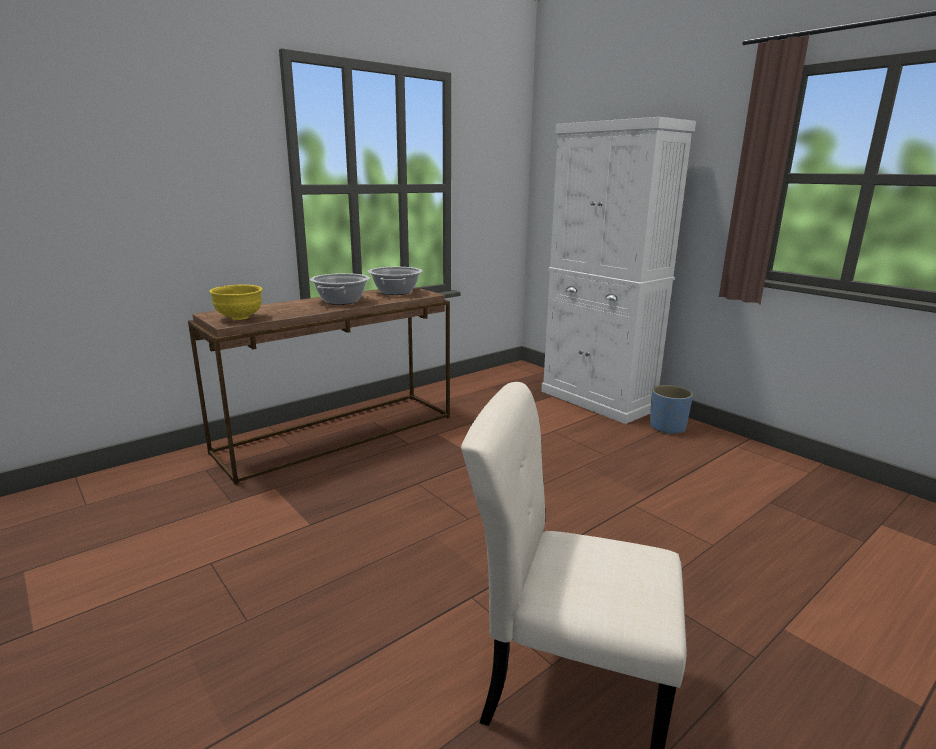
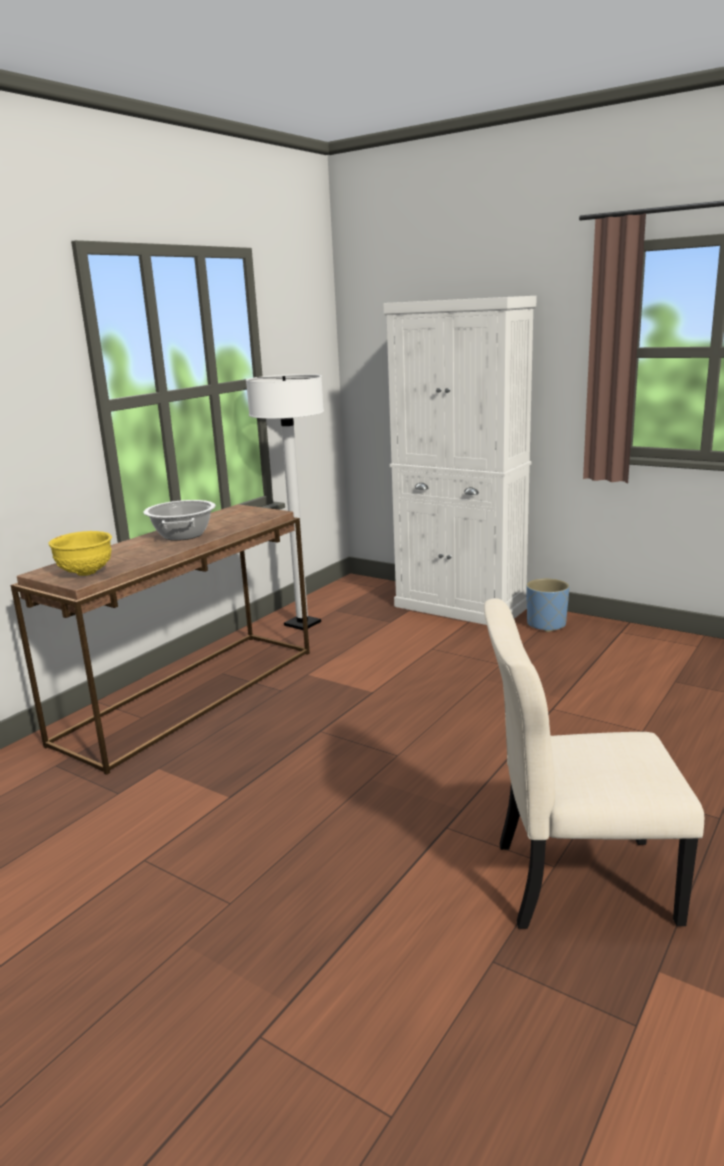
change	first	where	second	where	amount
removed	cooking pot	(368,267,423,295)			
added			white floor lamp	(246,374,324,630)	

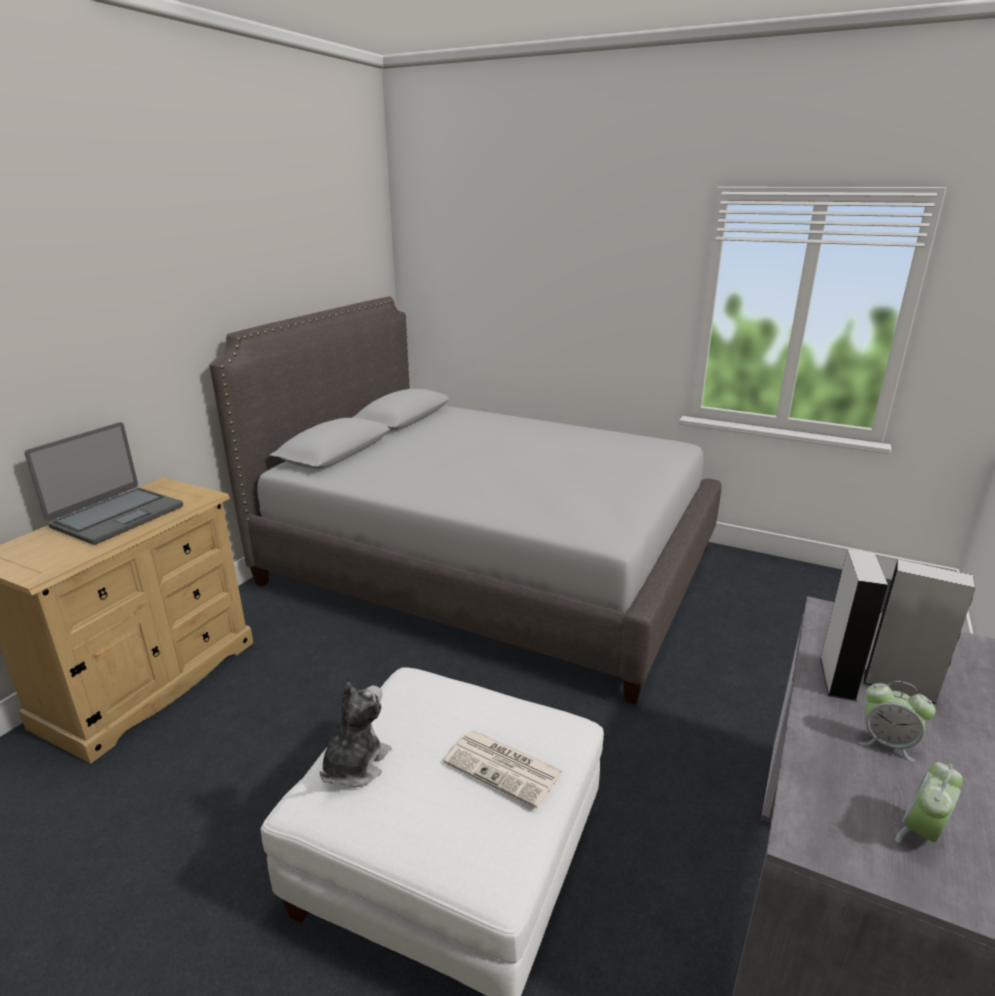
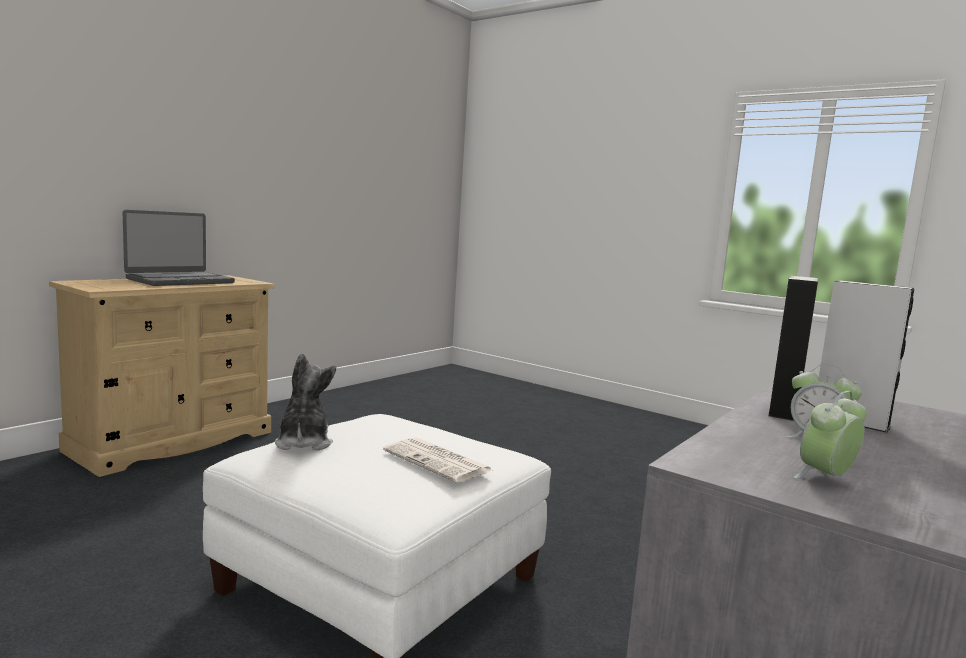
change	first	where	second	where	amount
removed	grey bed	(209,297,721,704)			
turned	plush toy	(320,682,391,788)		(275,353,336,450)	45 degrees counterclockwise

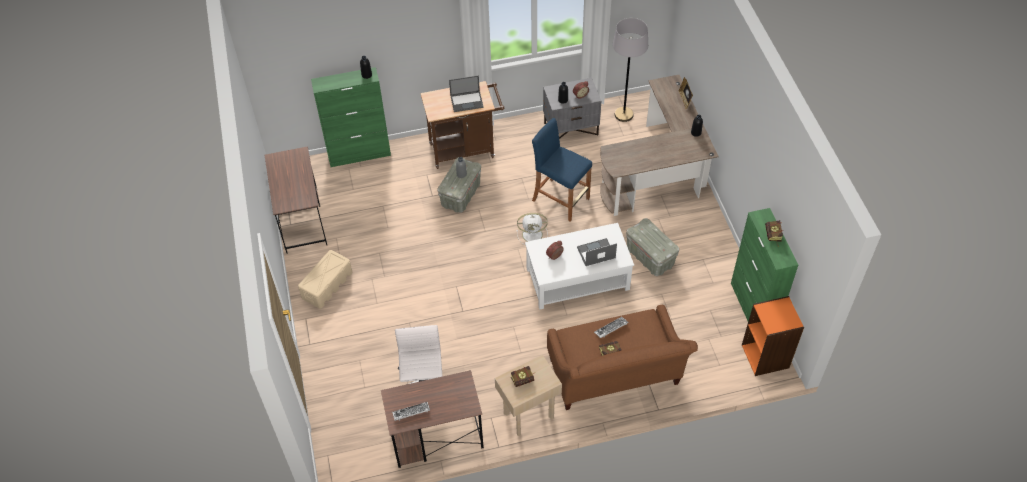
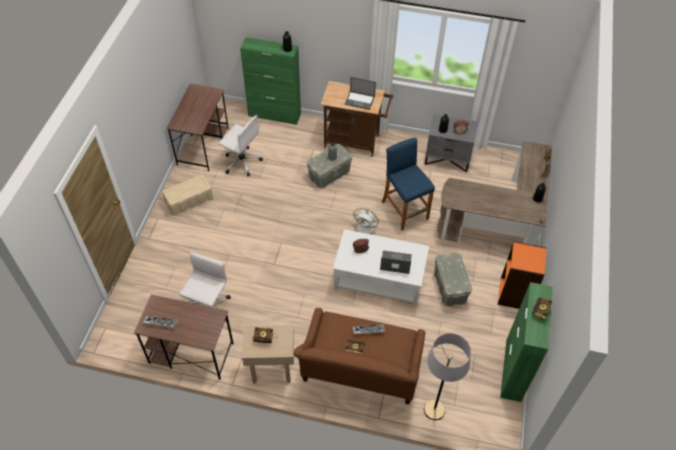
change	first	where	second	where	amount
added			white office chair	(218,115,263,176)	
moved	grey floor lamp	(613,18,648,122)		(424,333,471,420)	
moved	orange bookcase	(742,296,804,376)		(498,241,547,309)	

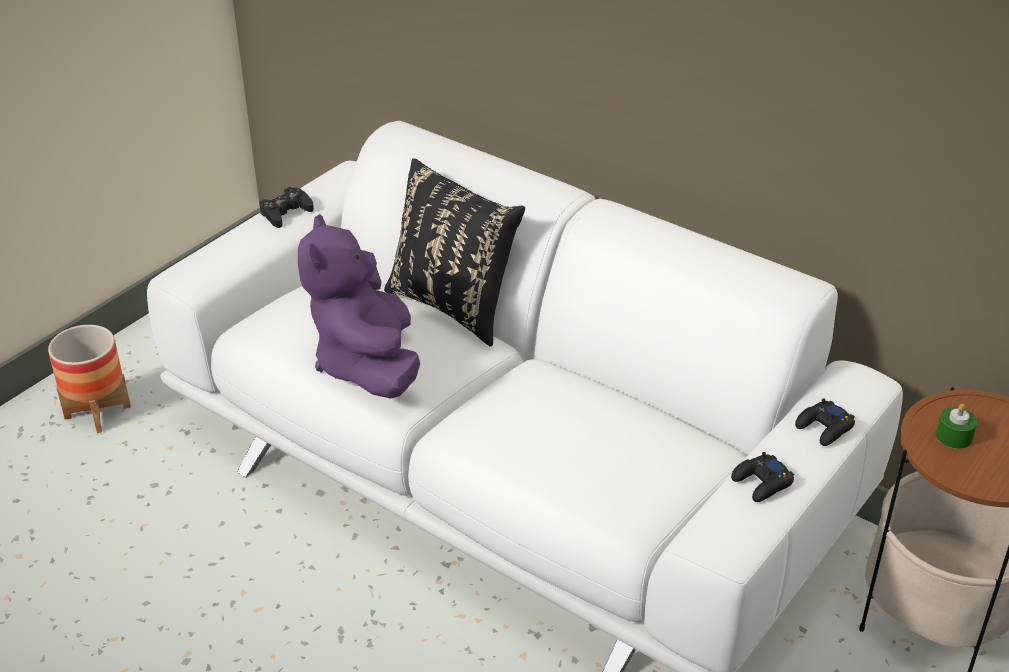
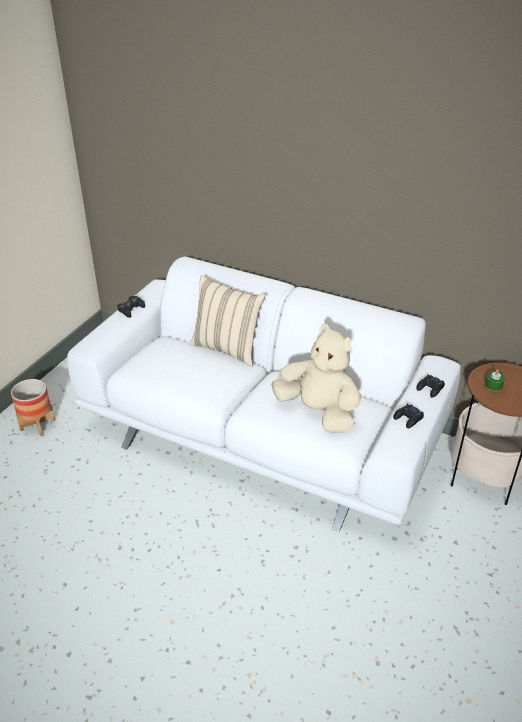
change	first	where	second	where	amount
removed	purple plush toy	(298,214,420,399)			
added			beige plush toy	(271,324,361,433)	
recoloured	black pillow	(384,158,525,347)	beige pillow	(190,275,265,367)	

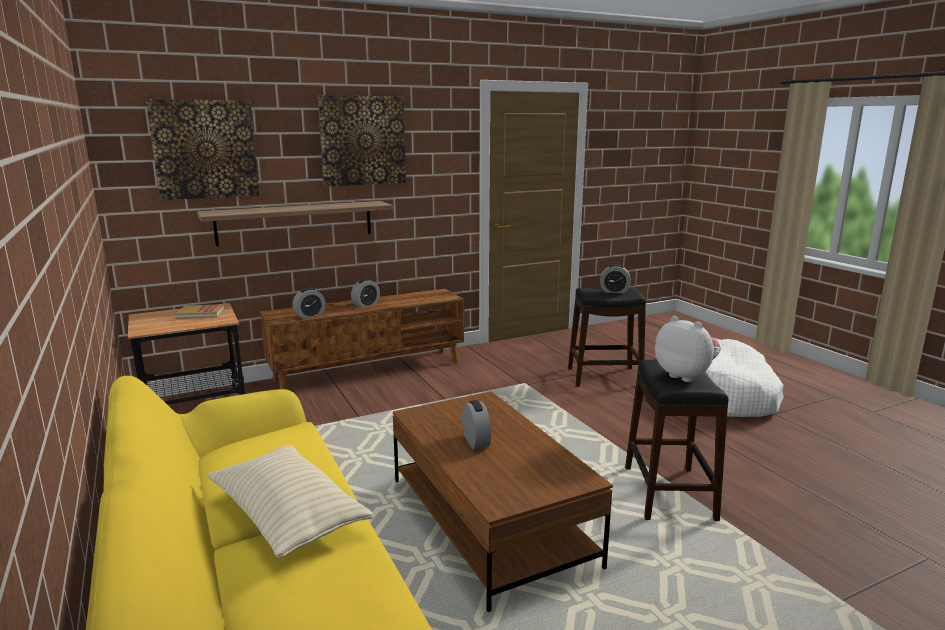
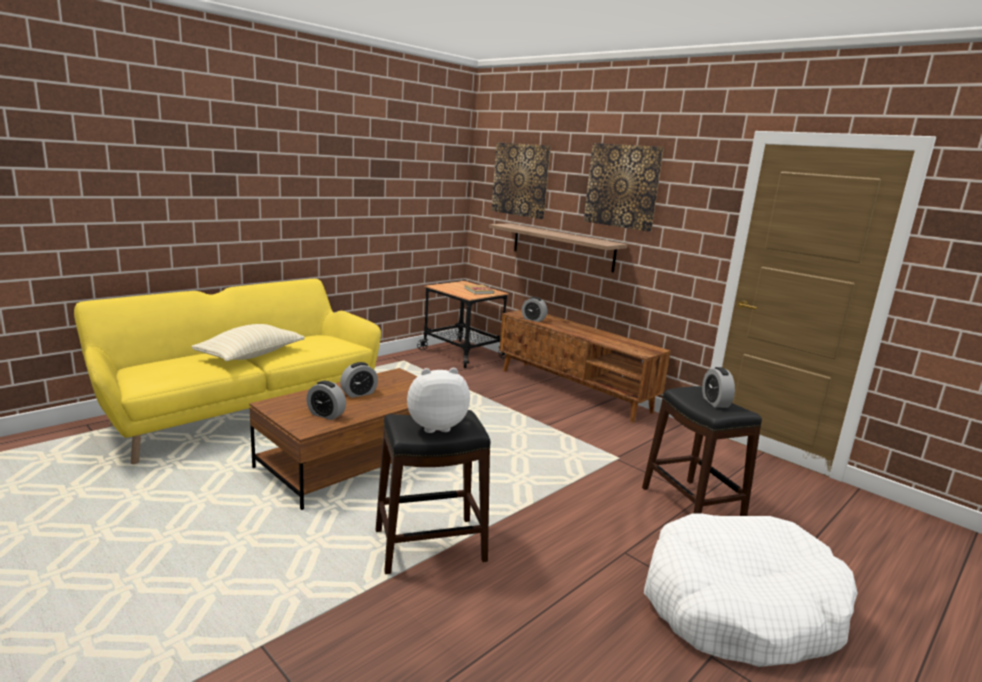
change	first	where	second	where	amount
moved	alarm clock	(351,278,380,308)		(306,380,346,420)	
turned	plush toy	(655,316,721,382)		(407,368,470,433)	135 degrees counterclockwise

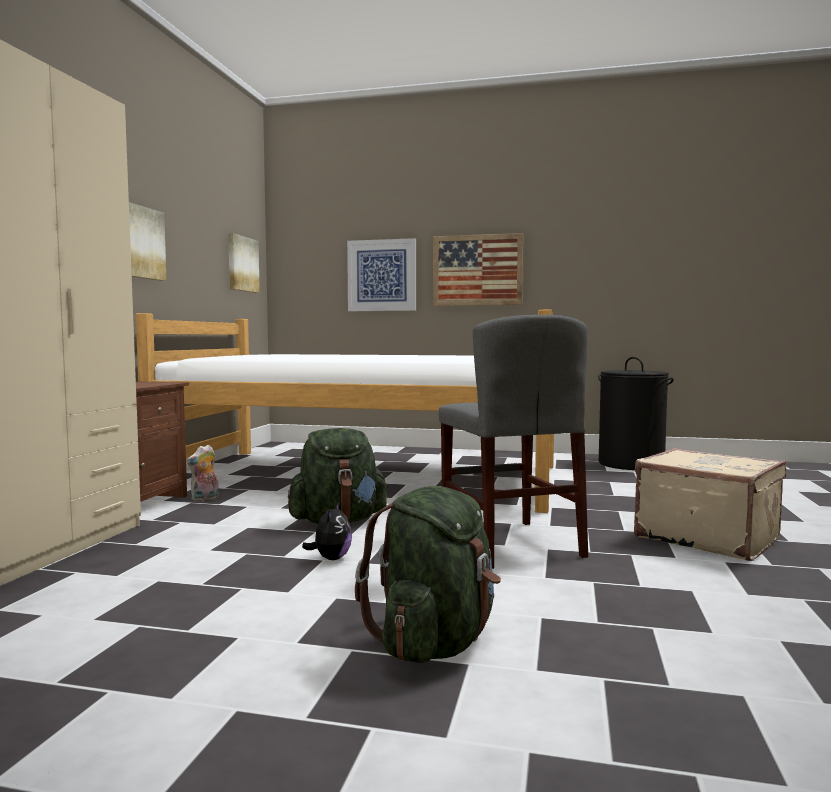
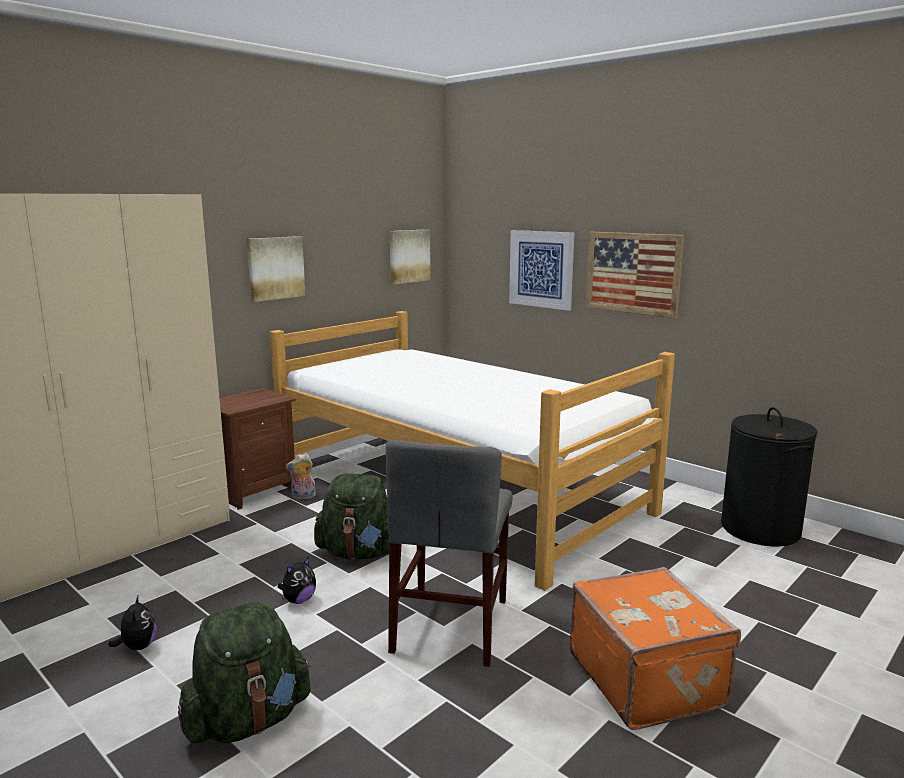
change	first	where	second	where	amount
added			plush toy	(109,596,157,650)	
recoloured	beige suitcase	(634,448,786,561)	orange suitcase	(569,567,741,730)	

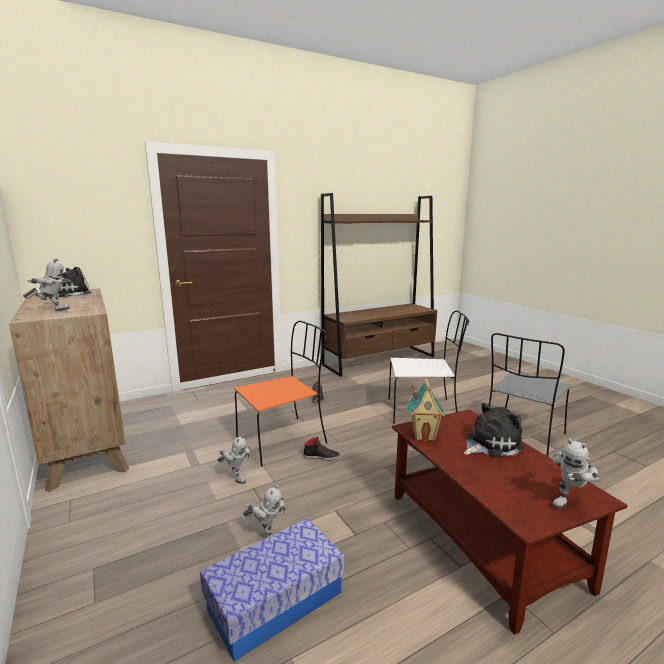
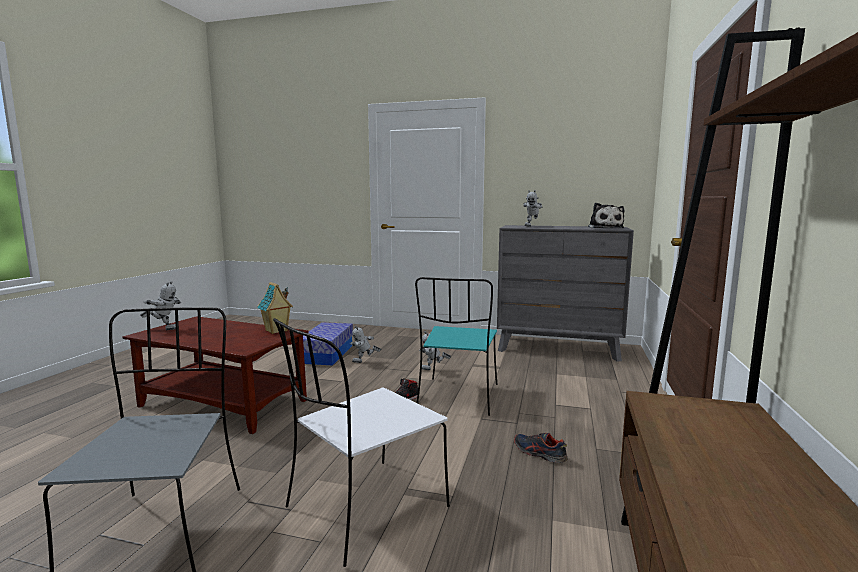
change	first	where	second	where	amount
removed	plush toy	(464,403,524,457)			
recoloured	brown dresser	(9,289,129,492)	grey dresser	(497,225,634,362)	
recoloured	orange chair	(234,321,327,466)	turquoise chair	(415,277,498,416)	
turned	toy robot	(552,438,599,509)		(140,281,182,330)	90 degrees clockwise

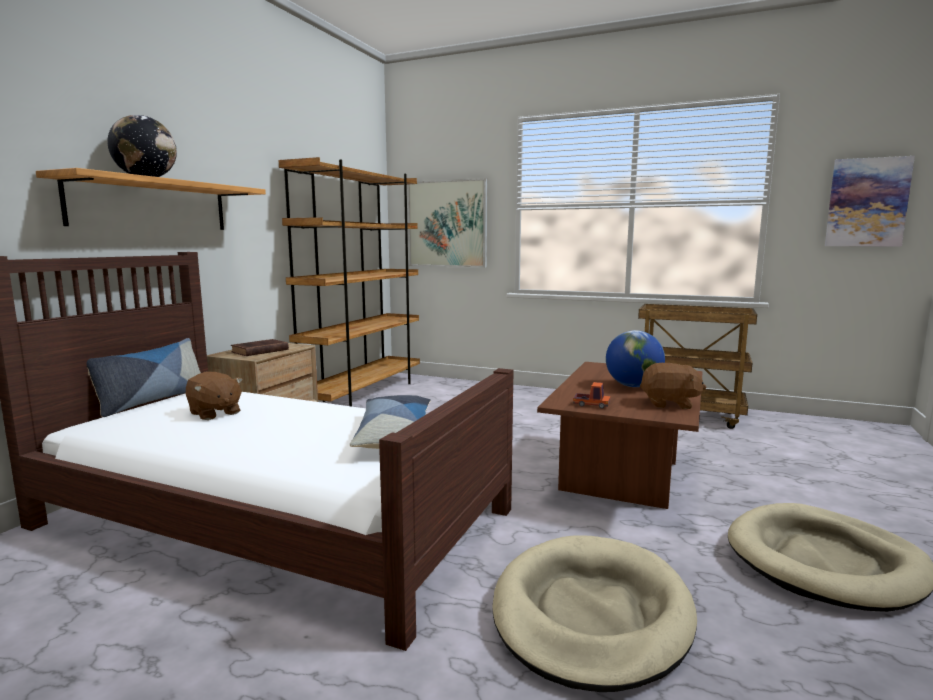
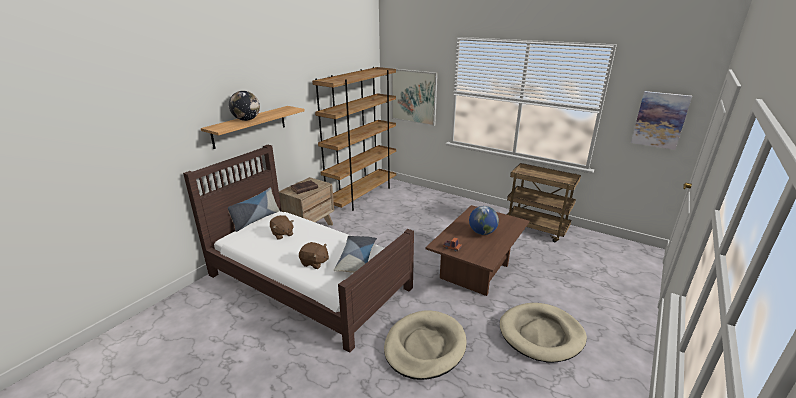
change	first	where	second	where	amount
moved	brown plush toy	(640,363,706,409)		(299,242,329,269)	

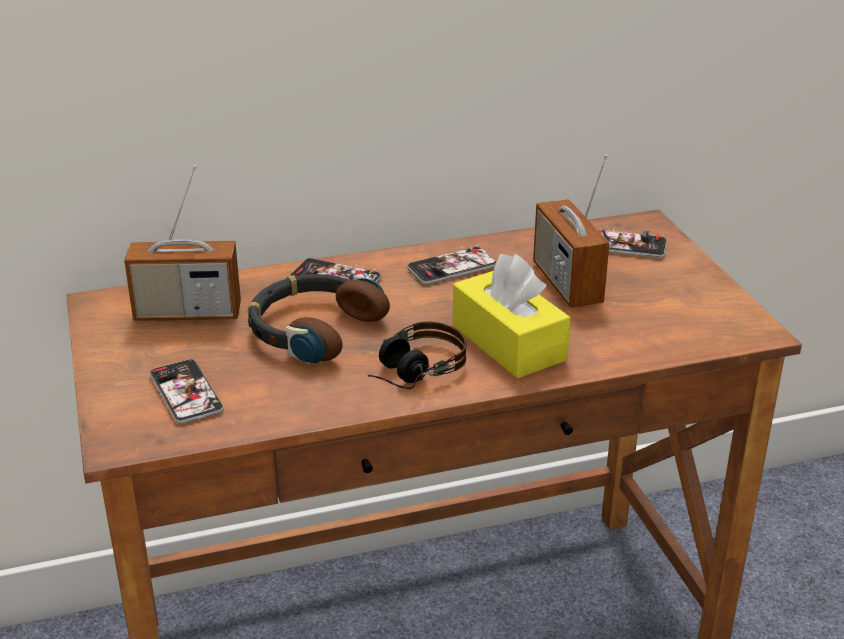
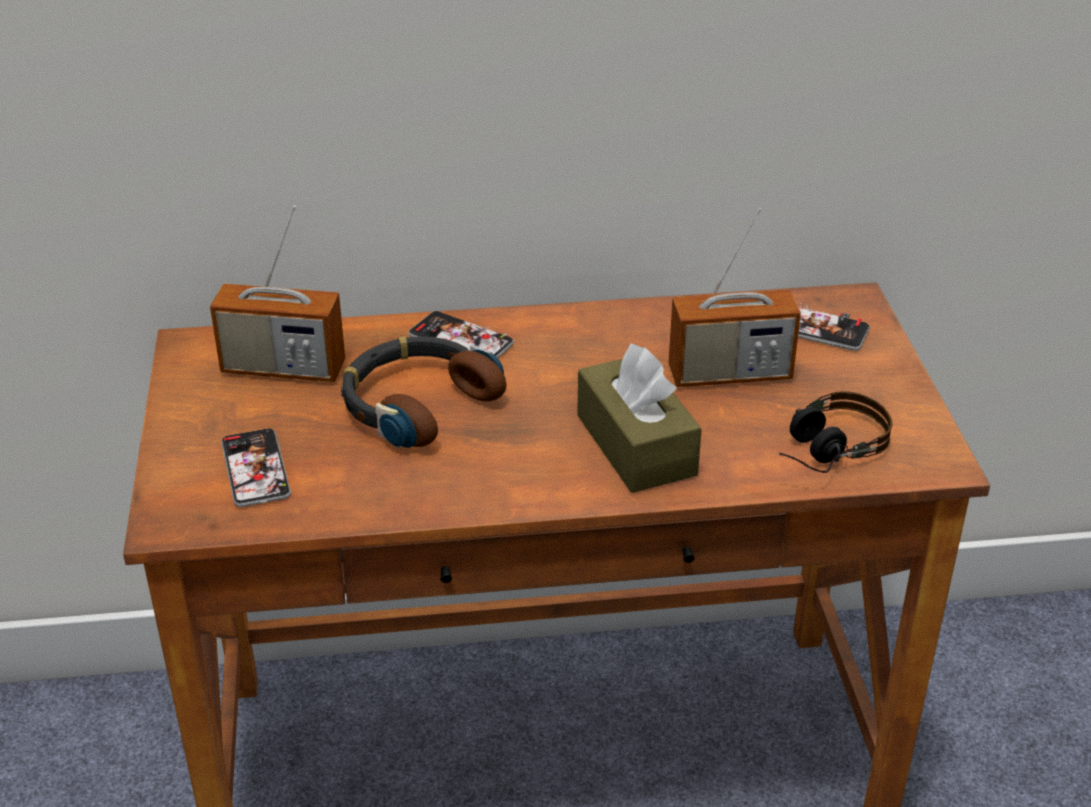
change	first	where	second	where	amount
removed	phone	(407,244,497,285)			
moved	headphones	(368,321,467,389)		(779,391,892,473)	
recoloured	yellow tissue box	(453,254,571,378)	brown tissue box	(577,344,702,493)	
turned	radio	(533,155,610,308)		(669,208,801,387)	90 degrees counterclockwise

